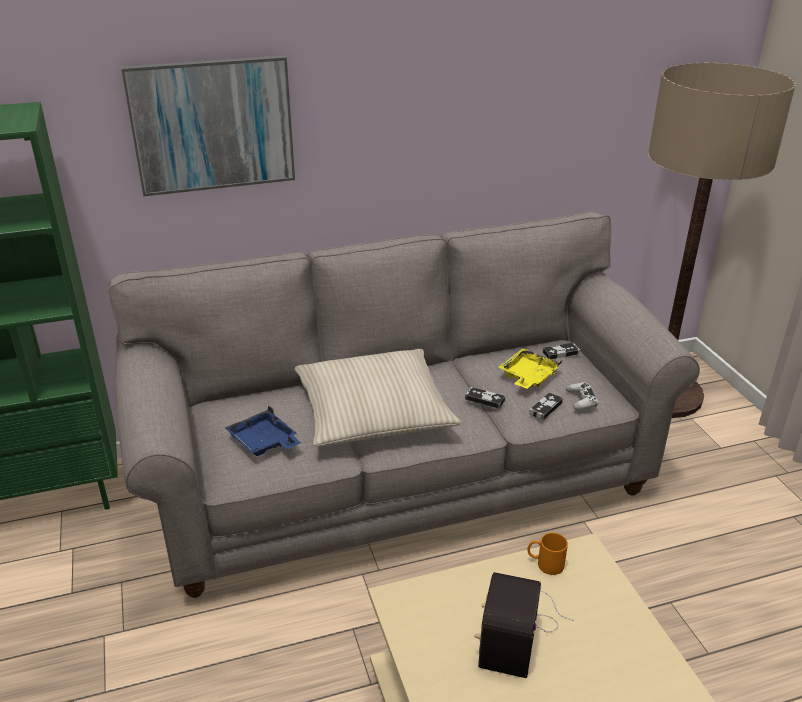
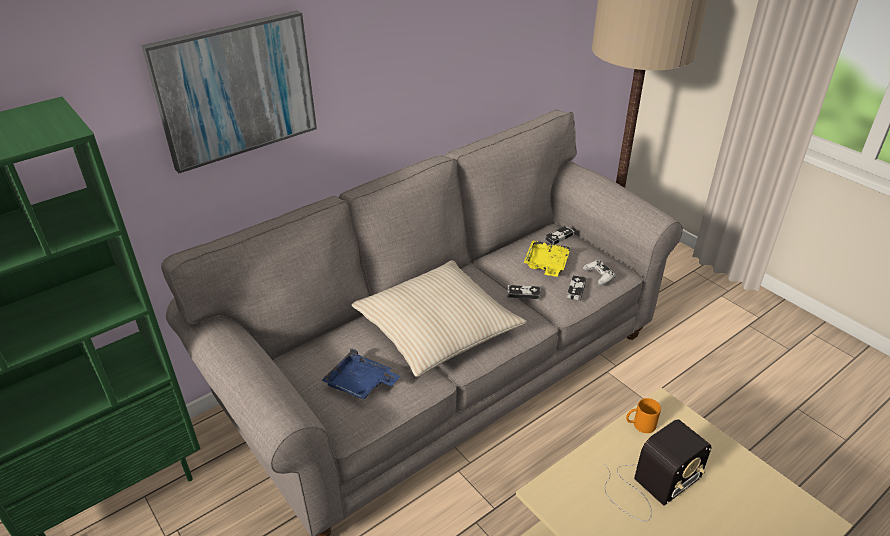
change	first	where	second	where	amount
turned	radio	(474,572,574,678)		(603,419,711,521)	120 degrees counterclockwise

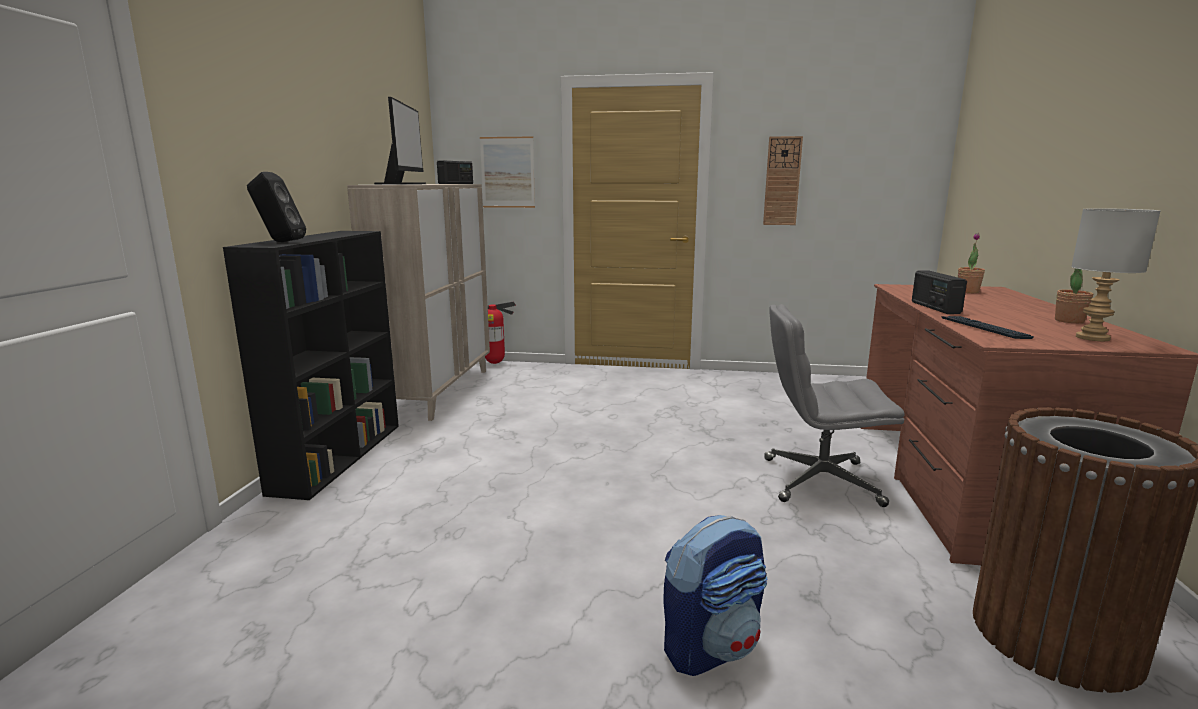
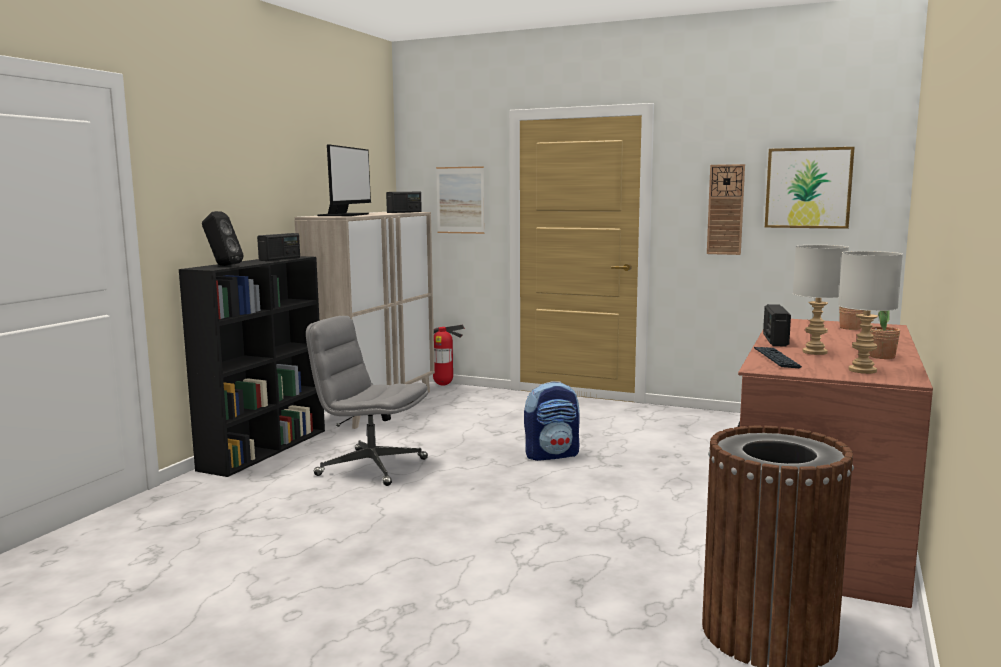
change	first	where	second	where	amount
added			radio	(257,233,300,261)	
added			picture	(765,147,855,229)	
added			grey table lamp	(793,245,849,355)	
moved	backpack	(663,515,768,676)		(524,381,580,461)	
moved	grey office chair	(764,304,905,507)		(306,316,428,486)	

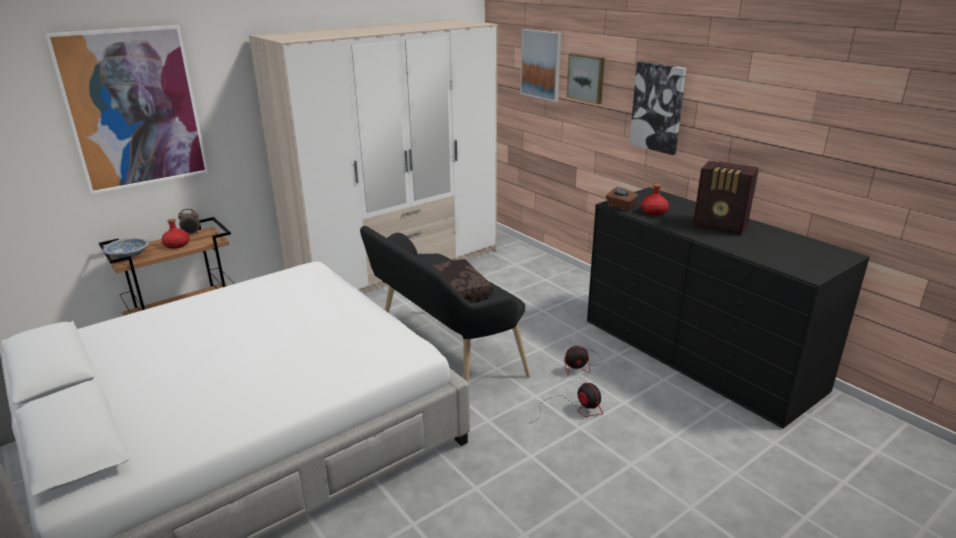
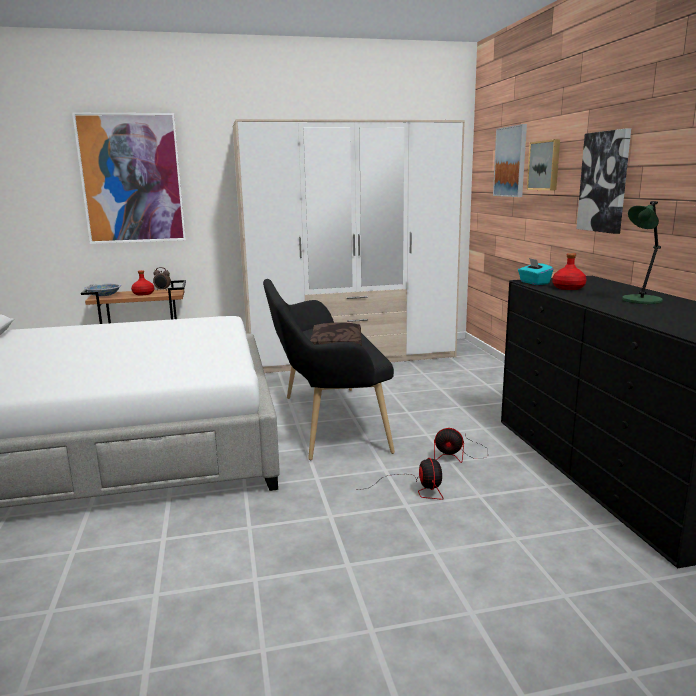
change	first	where	second	where	amount
replaced	radio	(693,161,759,235)	green table lamp	(622,201,663,304)	
recoloured	brown tissue box	(606,186,638,211)	turquoise tissue box	(518,258,553,285)	

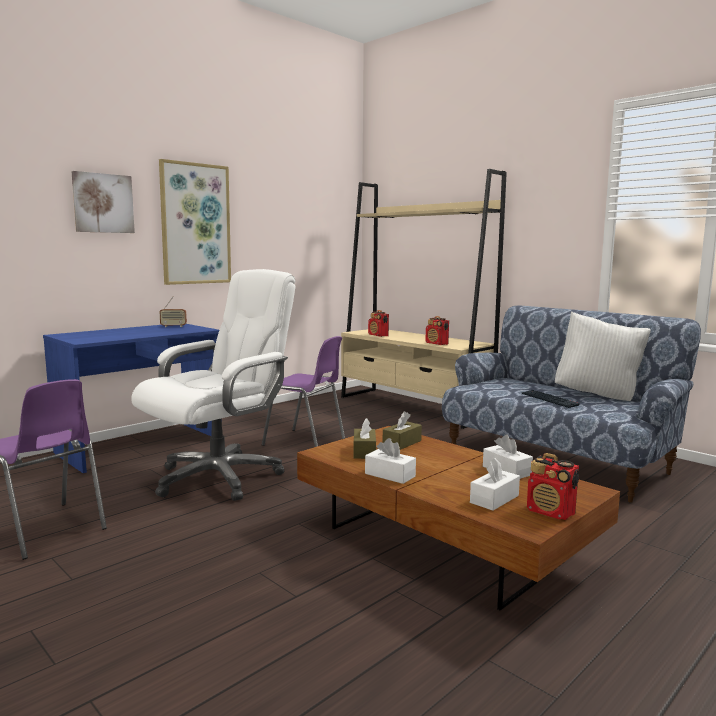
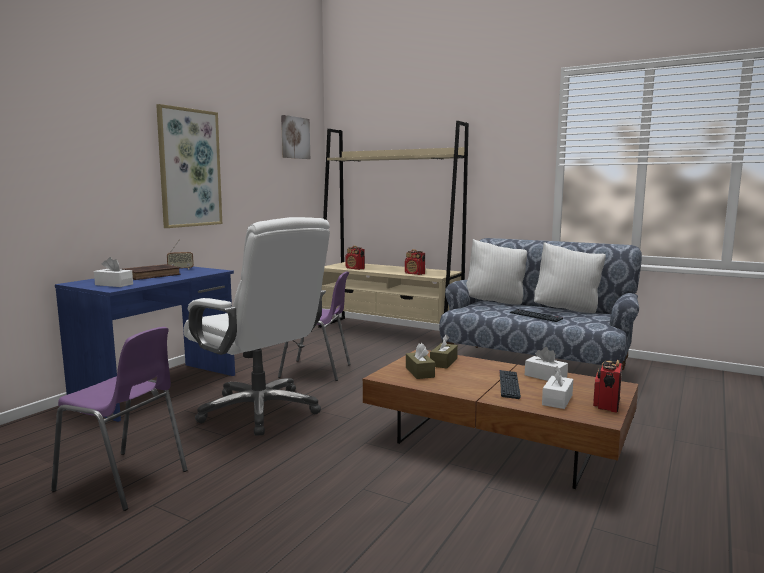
change	first	where	second	where	amount
added			brown book	(122,264,181,280)	
added			white pillow	(466,239,527,305)	
added			keyboard	(499,370,521,399)	
moved	picture	(71,171,135,233)		(281,115,310,159)	
moved	white tissue box	(365,438,416,484)		(94,257,133,287)	
turned	white office chair	(131,269,296,501)		(184,217,330,436)	105 degrees clockwise
turned	radio	(527,453,579,520)		(593,360,623,413)	90 degrees clockwise

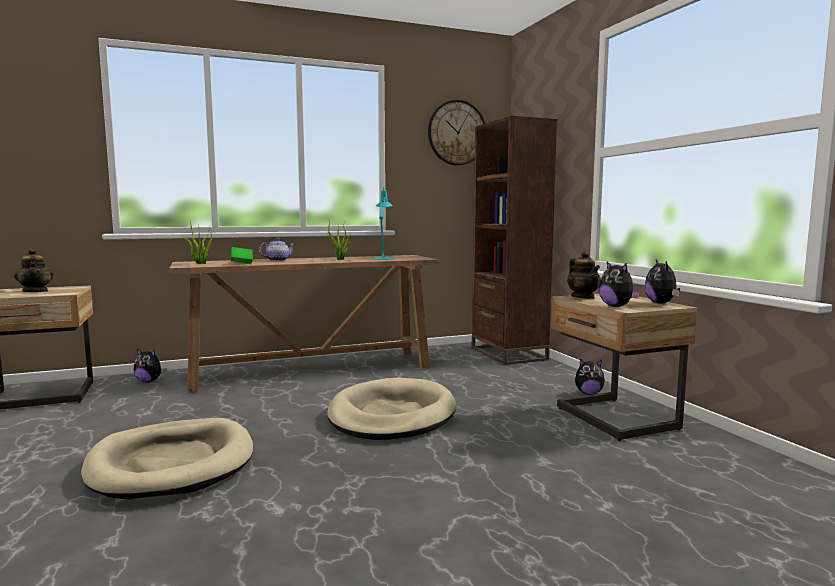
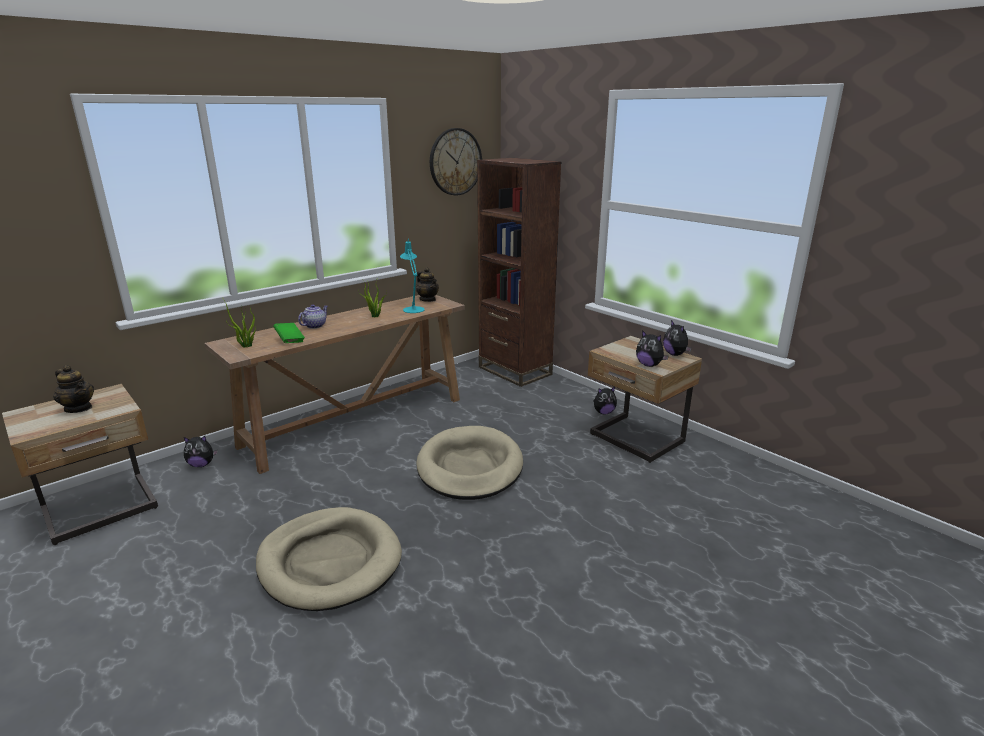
change	first	where	second	where	amount
moved	teapot	(567,251,601,299)		(416,267,439,302)	

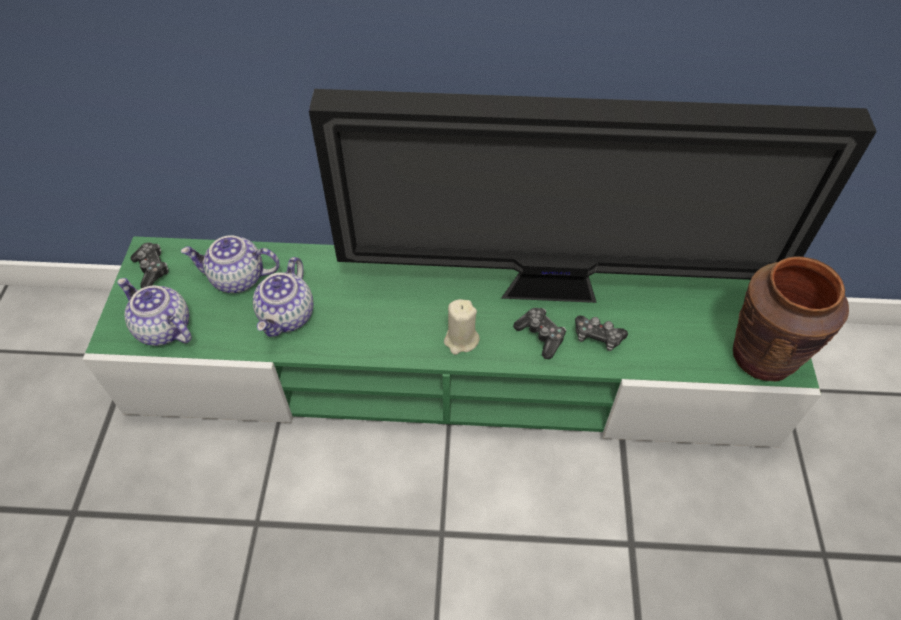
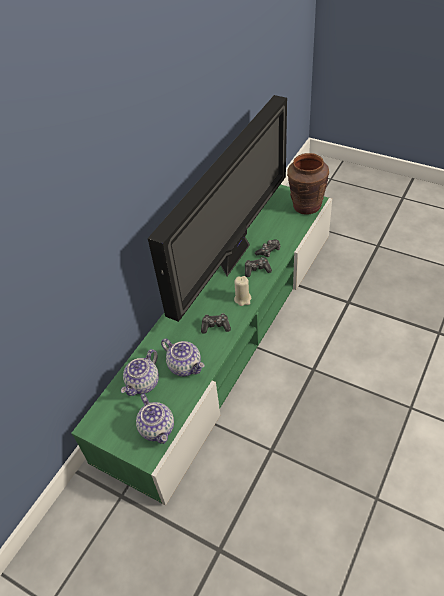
change	first	where	second	where	amount
moved	game controller	(131,242,168,289)		(201,313,231,334)	
turned	teapot	(117,278,192,346)		(136,394,174,444)	90 degrees counterclockwise

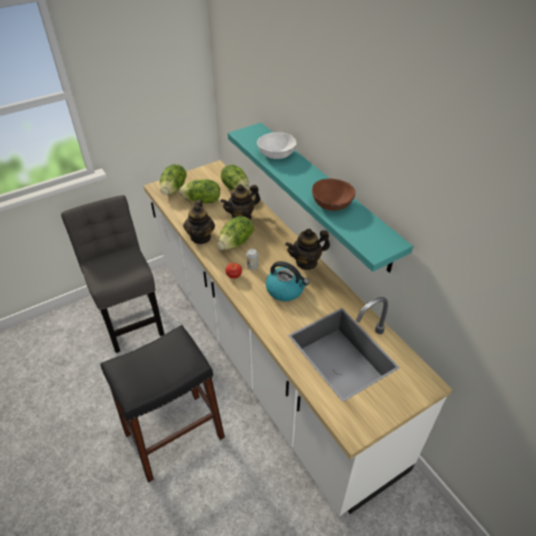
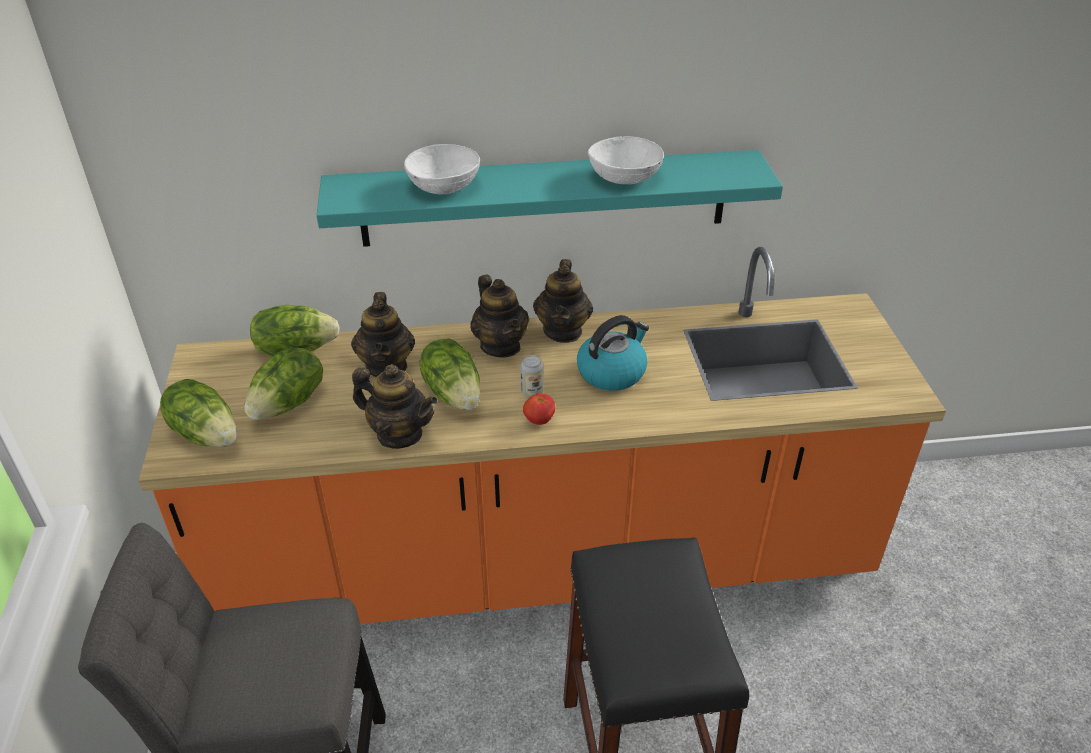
change	first	where	second	where	amount
added			teapot	(470,275,529,358)	
recoloured	white counter	(144,160,452,516)	orange counter	(138,247,946,624)	
recoloured	brown bowl	(312,179,355,211)	white bowl	(588,136,664,184)	

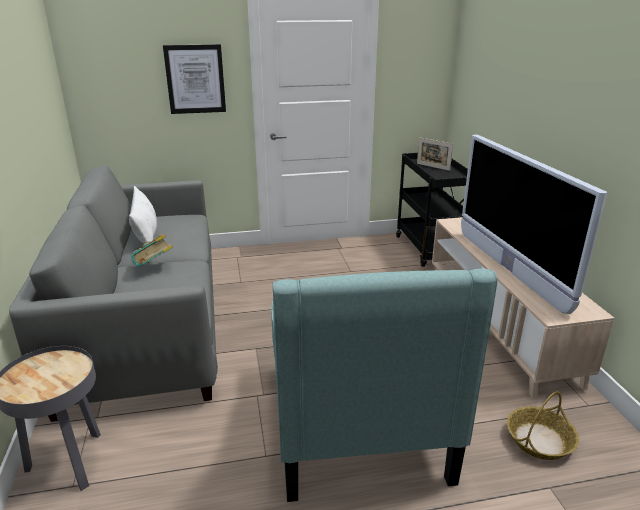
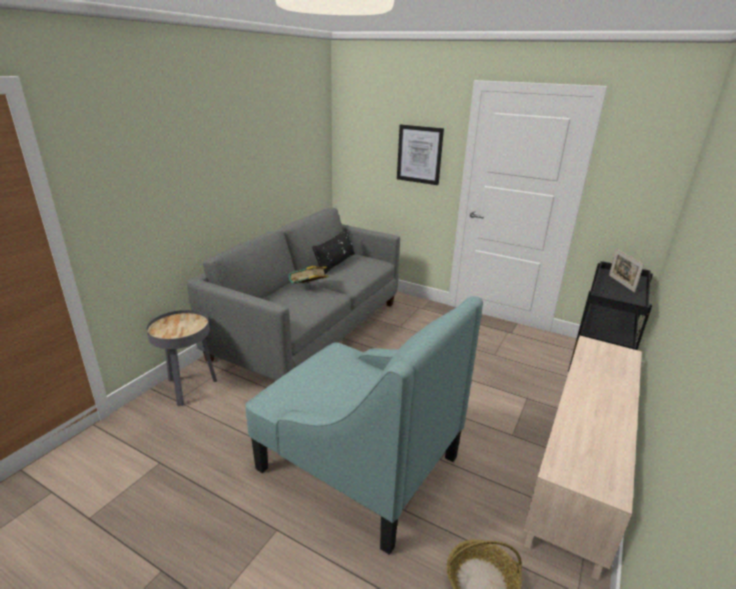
change	first	where	second	where	amount
removed	television	(461,135,607,314)			
recoloured	white pillow	(129,186,157,244)	black pillow	(312,228,355,274)	
turned	turquoise armchair	(271,269,498,502)		(245,296,483,555)	90 degrees counterclockwise

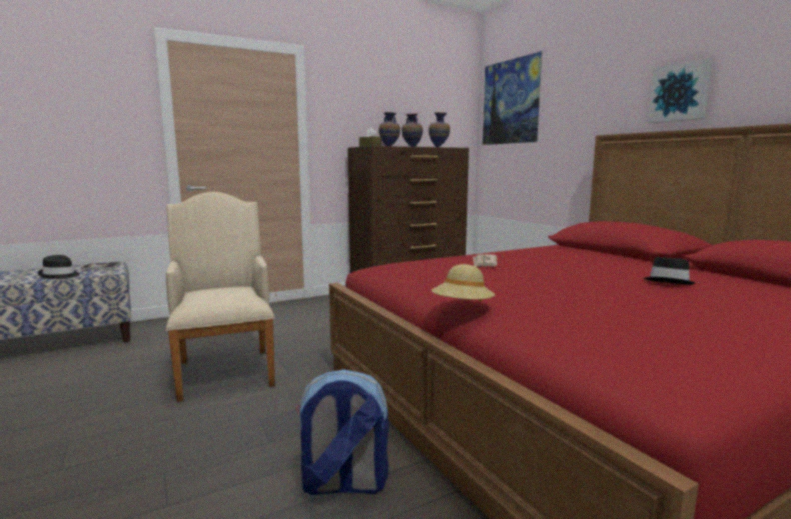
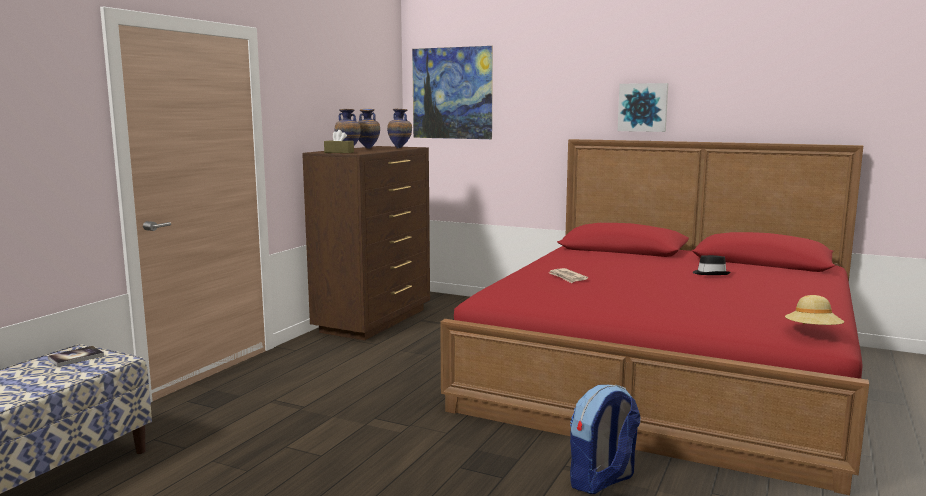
change	first	where	second	where	amount
removed	black hat	(38,255,80,279)			
removed	beige armchair	(166,192,275,402)			
moved	beige hat	(431,264,495,301)		(785,295,844,325)	

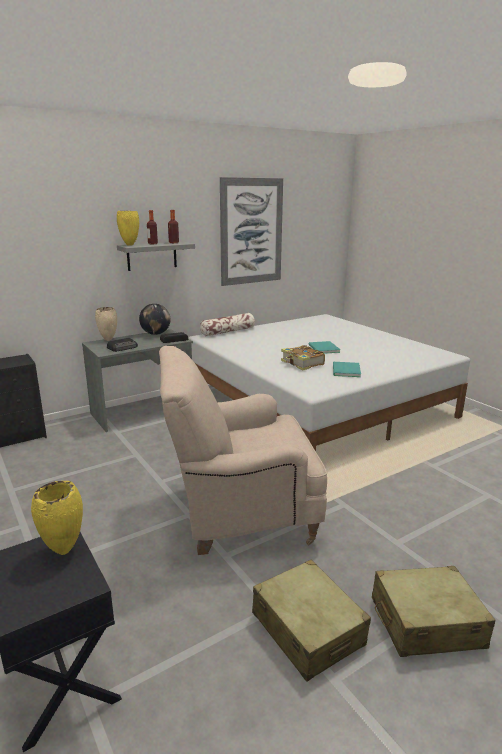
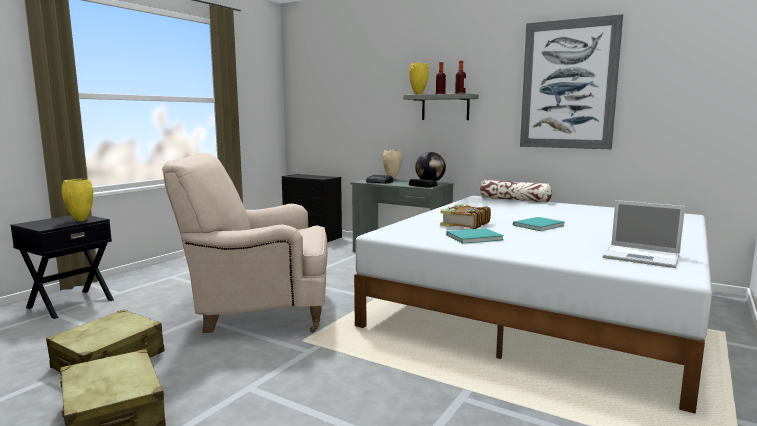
change	first	where	second	where	amount
added			laptop	(603,200,685,268)	
turned	beige armchair	(159,346,327,555)		(162,153,328,333)	60 degrees counterclockwise

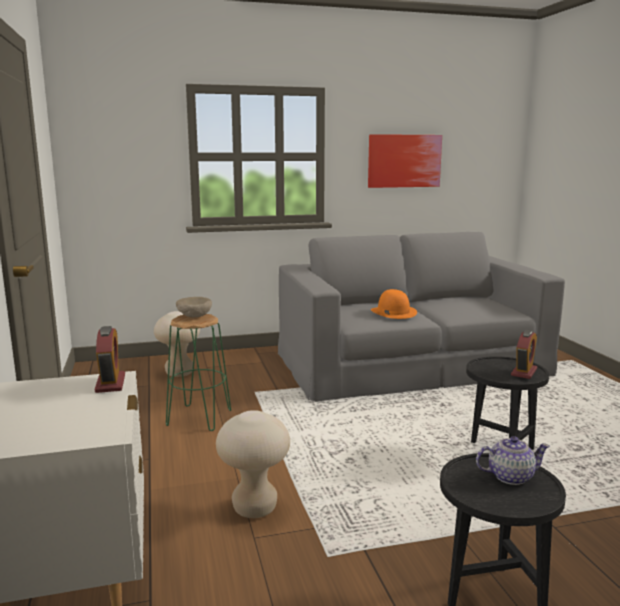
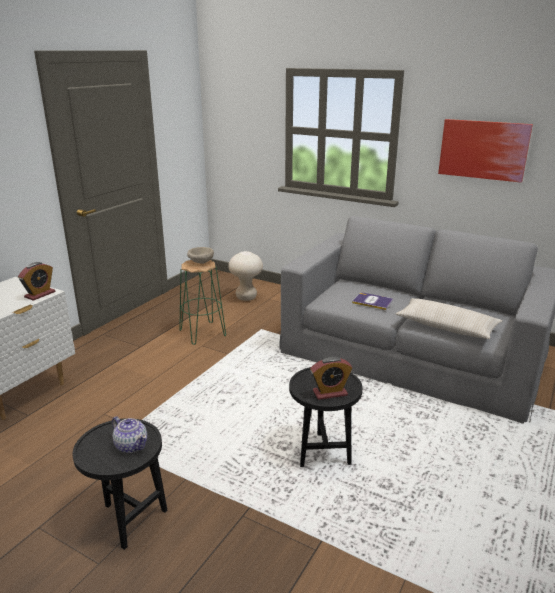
change	first	where	second	where	amount
removed	beige stool	(216,410,290,518)			
added			beige pillow	(396,298,502,339)	
replaced	orange hat	(371,289,417,319)	book	(352,293,393,310)	

